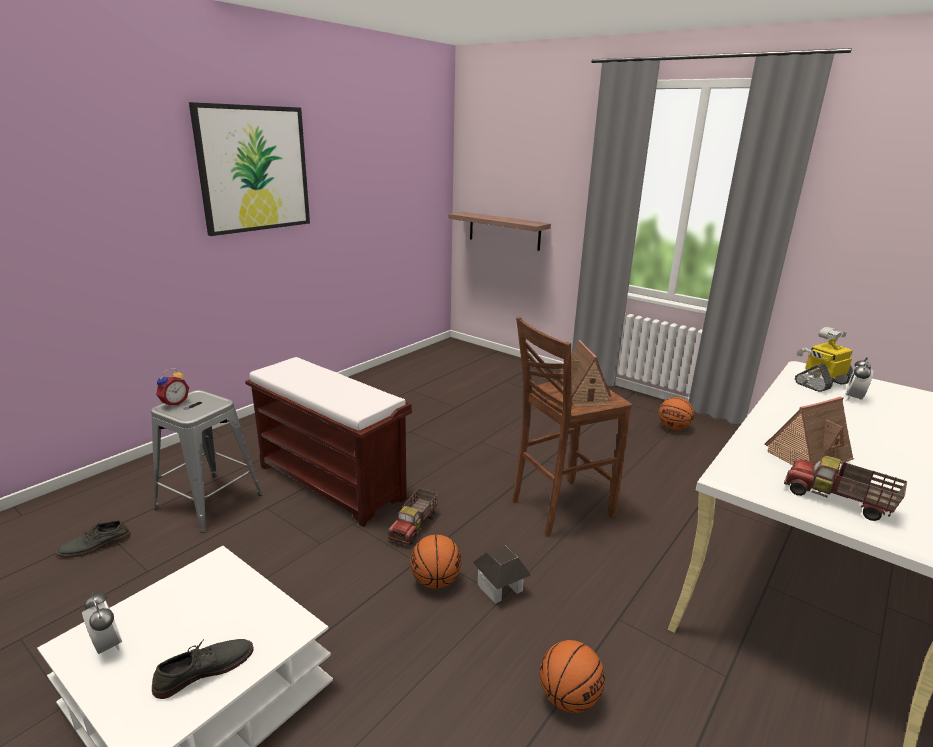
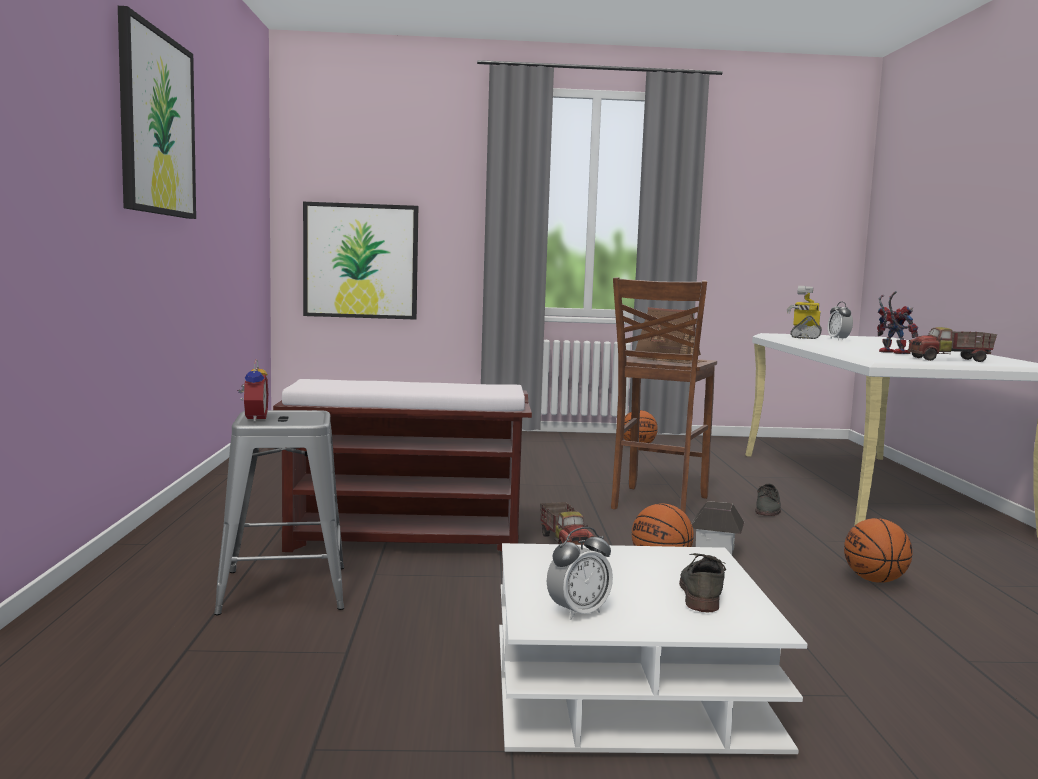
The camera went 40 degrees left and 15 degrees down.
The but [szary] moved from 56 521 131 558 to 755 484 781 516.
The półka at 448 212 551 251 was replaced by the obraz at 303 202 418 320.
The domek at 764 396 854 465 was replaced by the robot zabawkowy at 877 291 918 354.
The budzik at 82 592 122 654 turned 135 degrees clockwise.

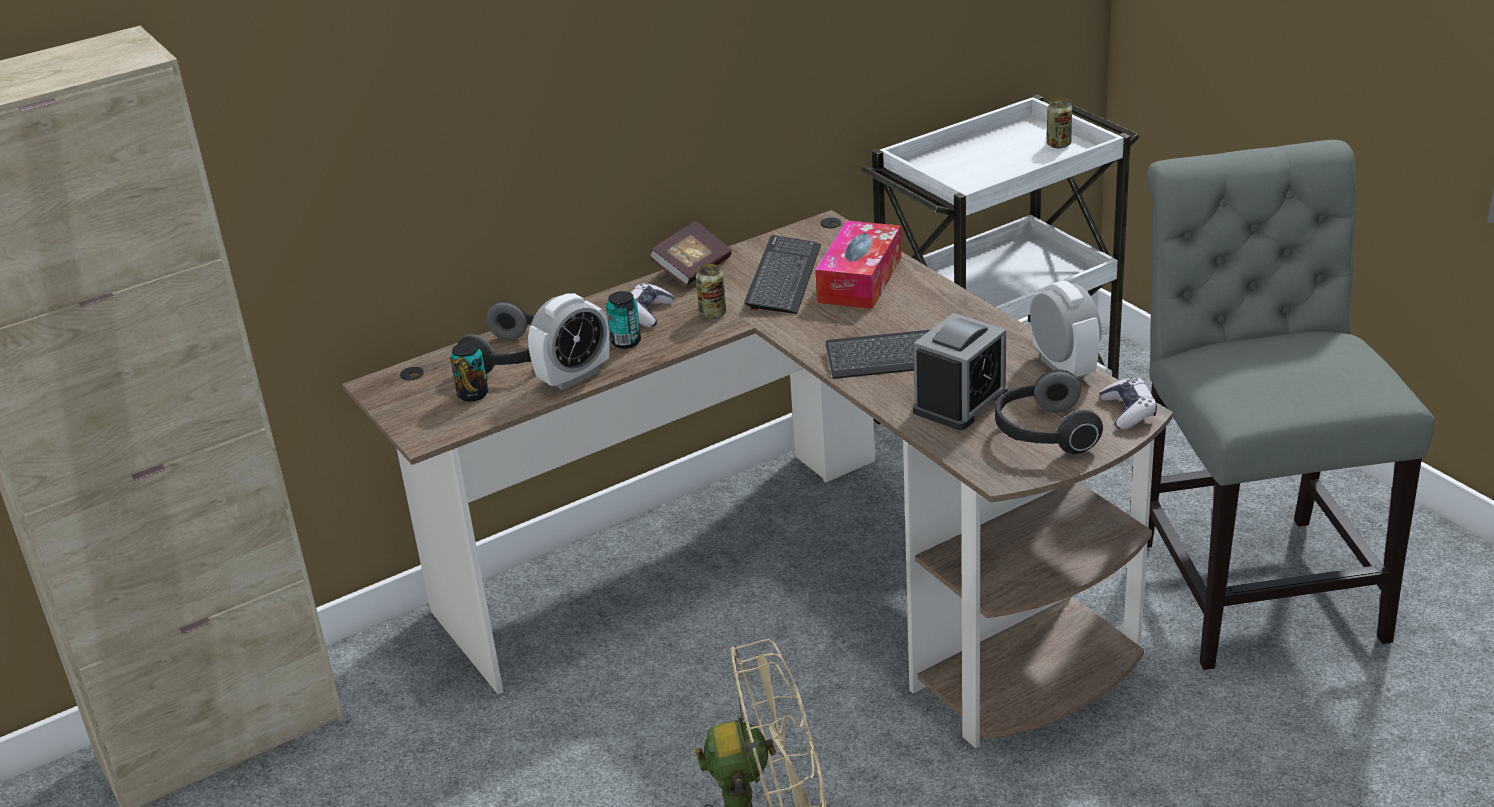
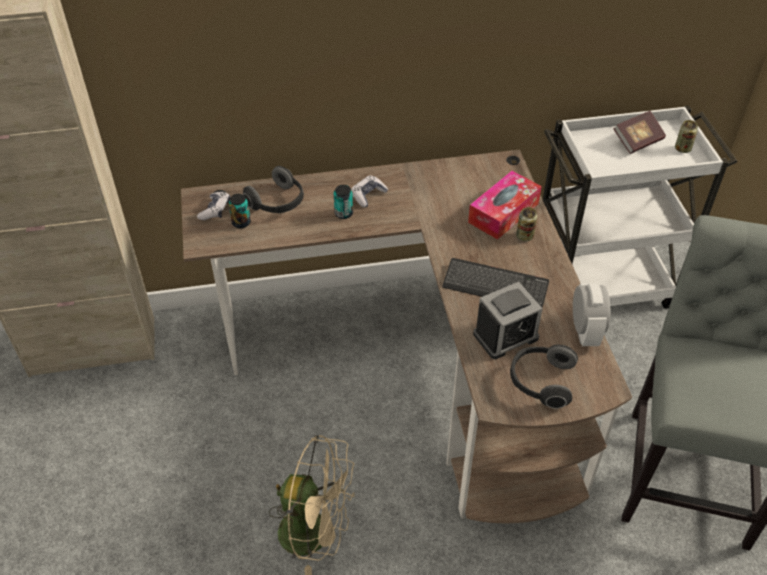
The camera went 20 degrees right and 15 degrees up.
The budzik at 528 293 610 390 disappeared.
The klawiatura at 744 235 821 314 disappeared.
The książka moved from 649 221 732 286 to 614 111 666 154.
The puszka moved from 696 264 726 319 to 516 207 537 241.
The pad do gier moved from 1099 377 1157 430 to 197 192 230 220.

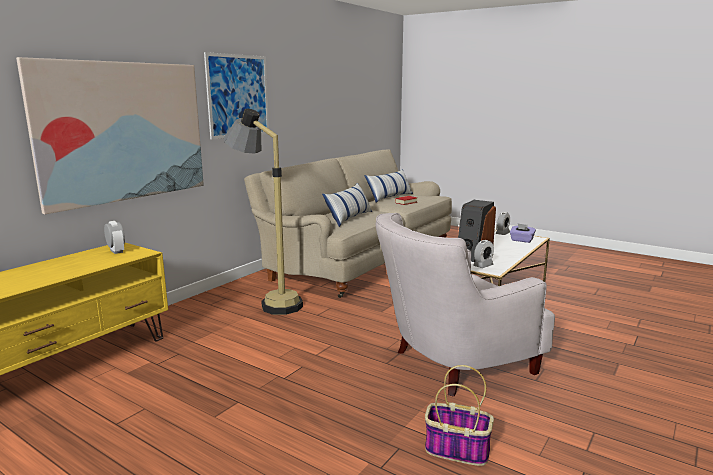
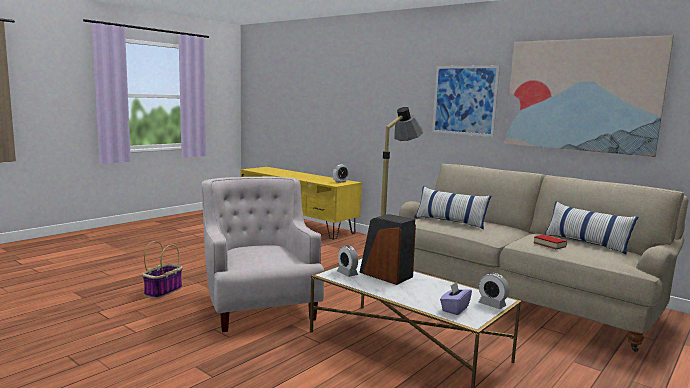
The camera went 95 degrees right and 5 degrees down.
The obraz moved from 16 57 204 214 to 505 35 674 157.

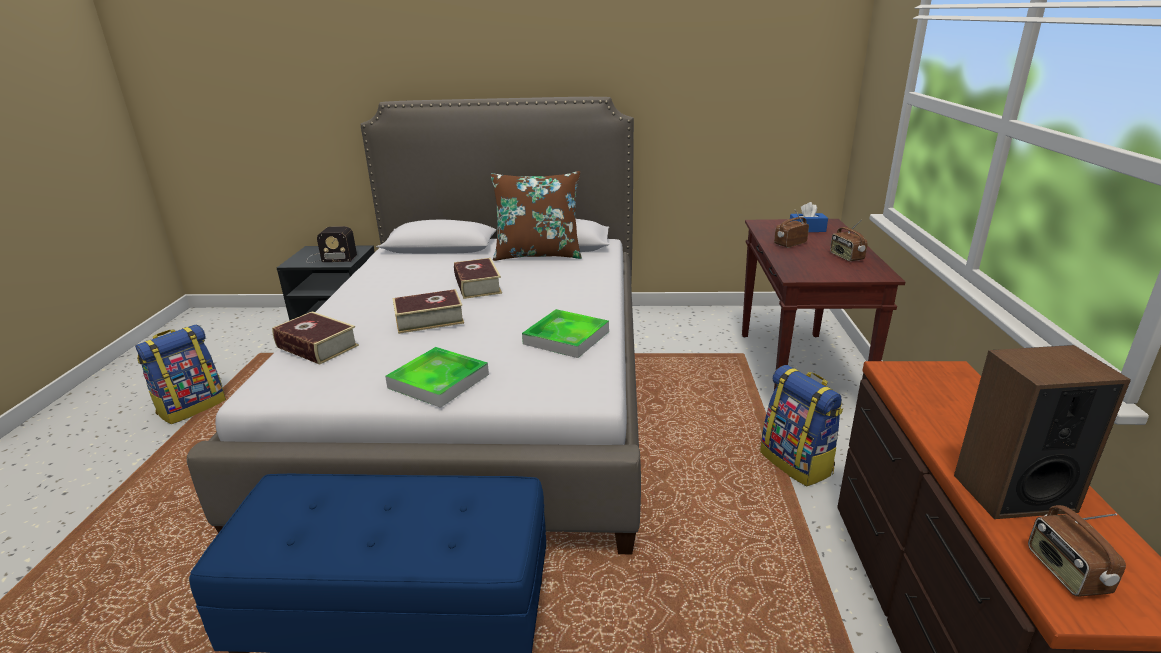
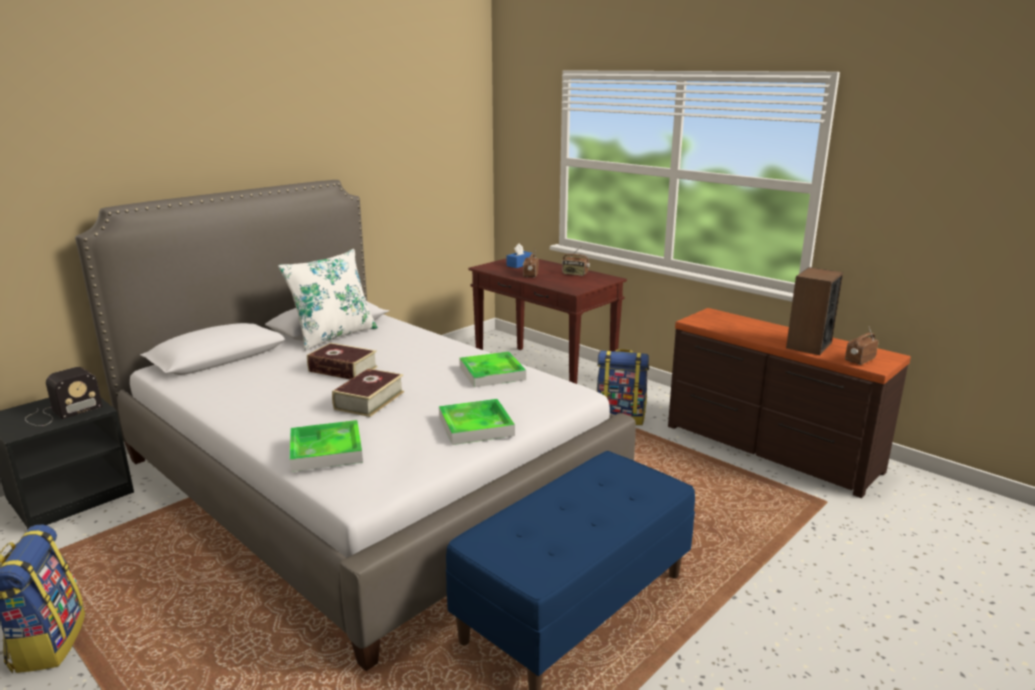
The camera went 50 degrees left and 5 degrees down.
The książka at 272 311 359 365 was replaced by the taca at 289 420 363 472.
The poduszka [brązowy] at 491 171 582 261 became the poduszka [biały] at 278 249 378 351.
The radio at 1028 505 1126 597 turned 105 degrees clockwise.

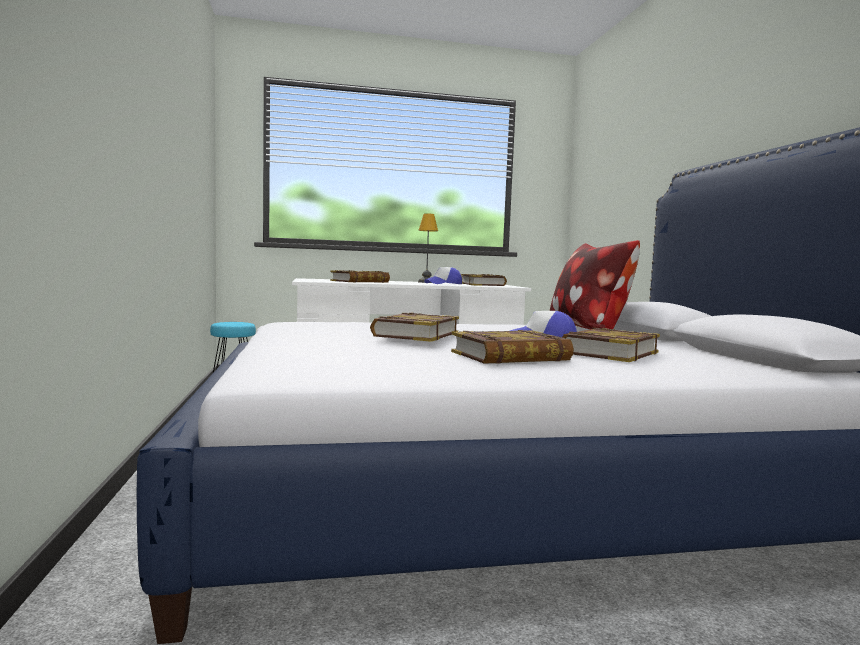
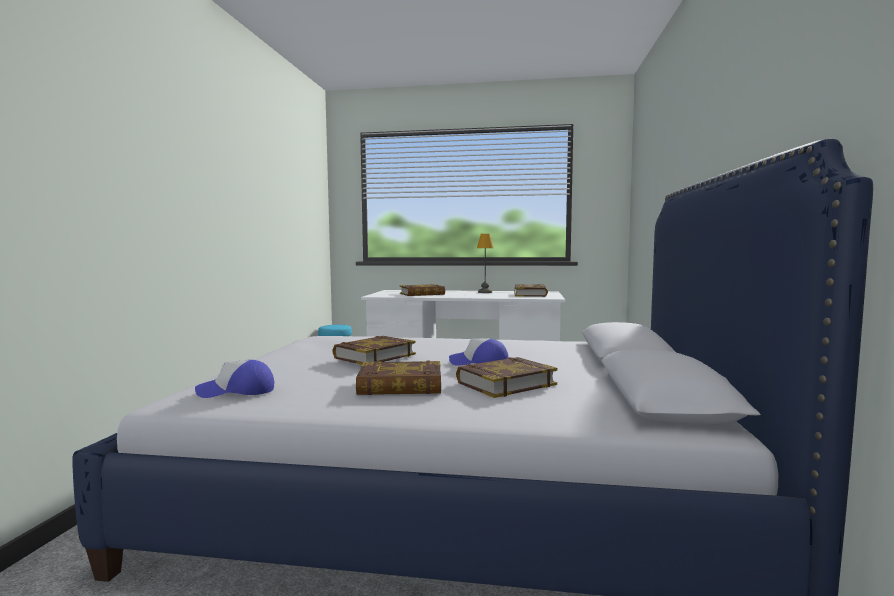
The camera went 20 degrees right and 0 degrees up.
The poduszka at 550 240 640 329 disappeared.
The czapka z daszkiem moved from 424 267 462 284 to 195 360 274 398.

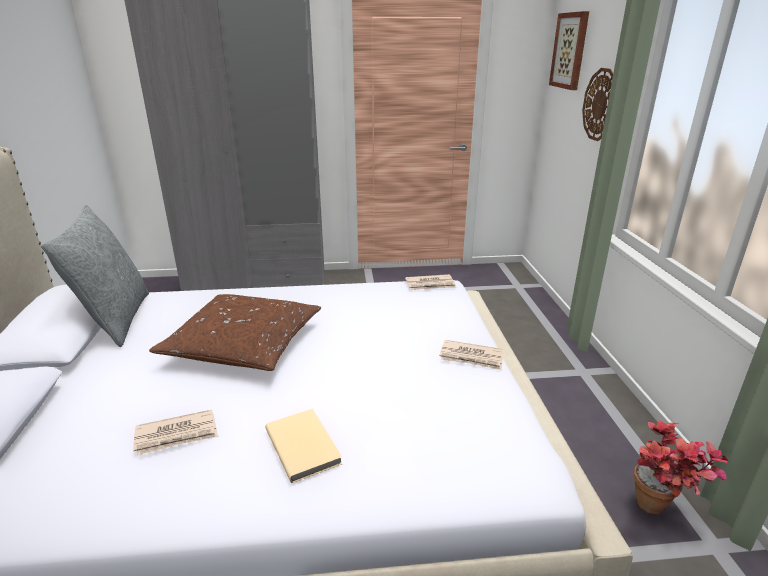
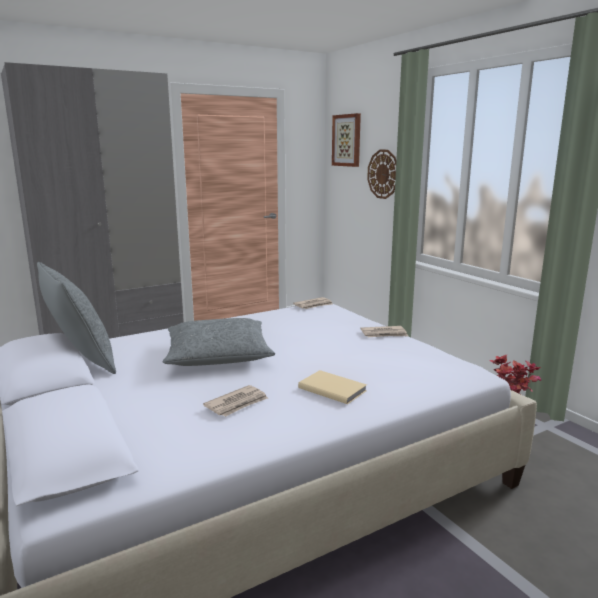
The camera went 25 degrees left and 10 degrees down.
The poduszka [brązowy] at 149 294 321 371 became the poduszka [szary] at 163 318 275 366.

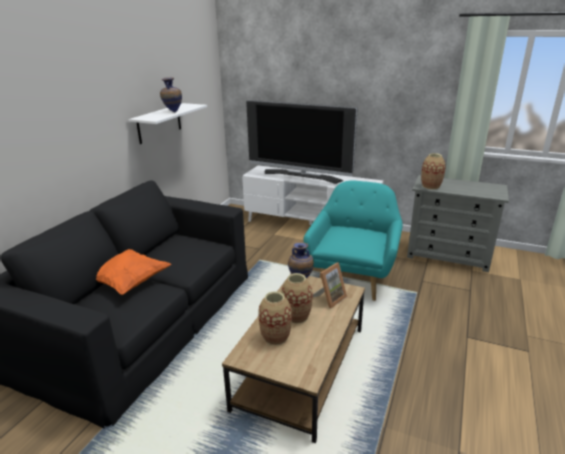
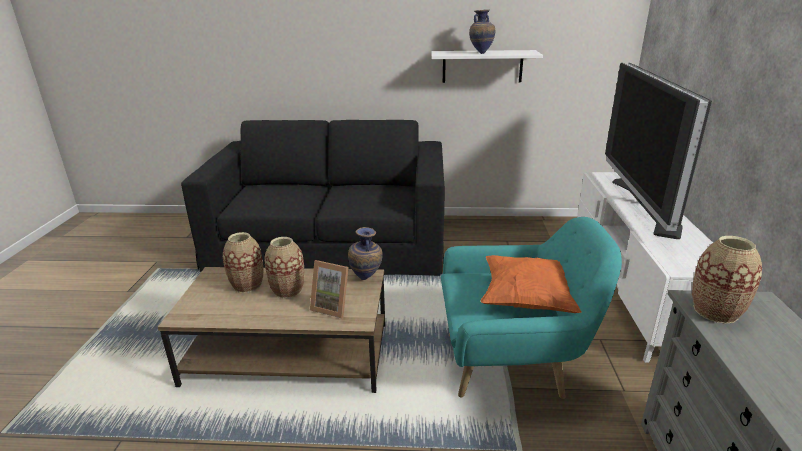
The camera went 70 degrees right and 0 degrees up.
The poduszka [pomarańczowy] moved from 96 249 171 295 to 480 255 582 313.

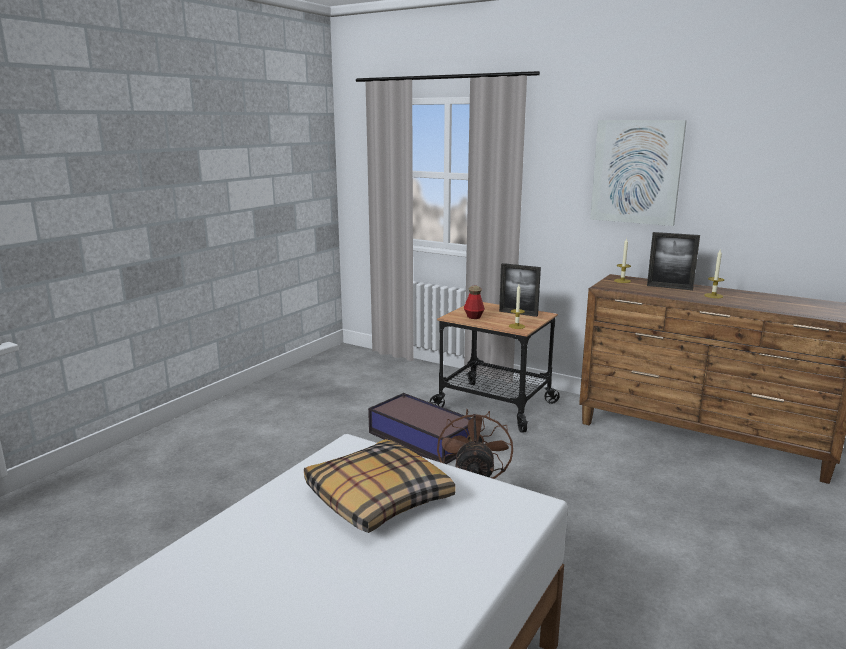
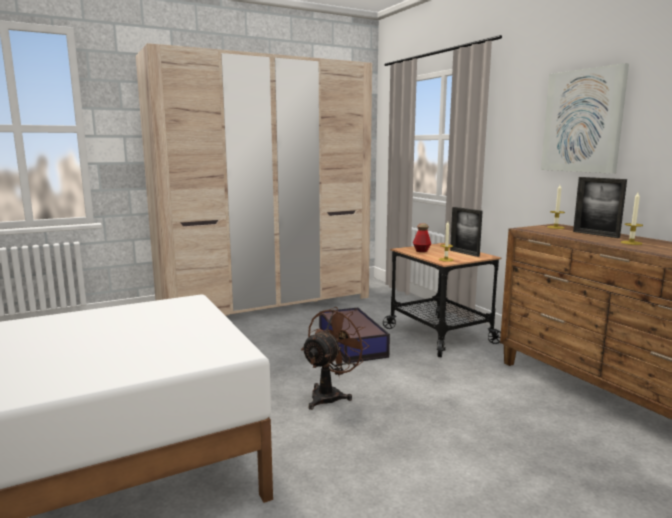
The camera went 30 degrees right and 5 degrees down.
The poduszka at 304 439 456 533 disappeared.
The szafa [beżowy] at 136 43 372 316 appeared.

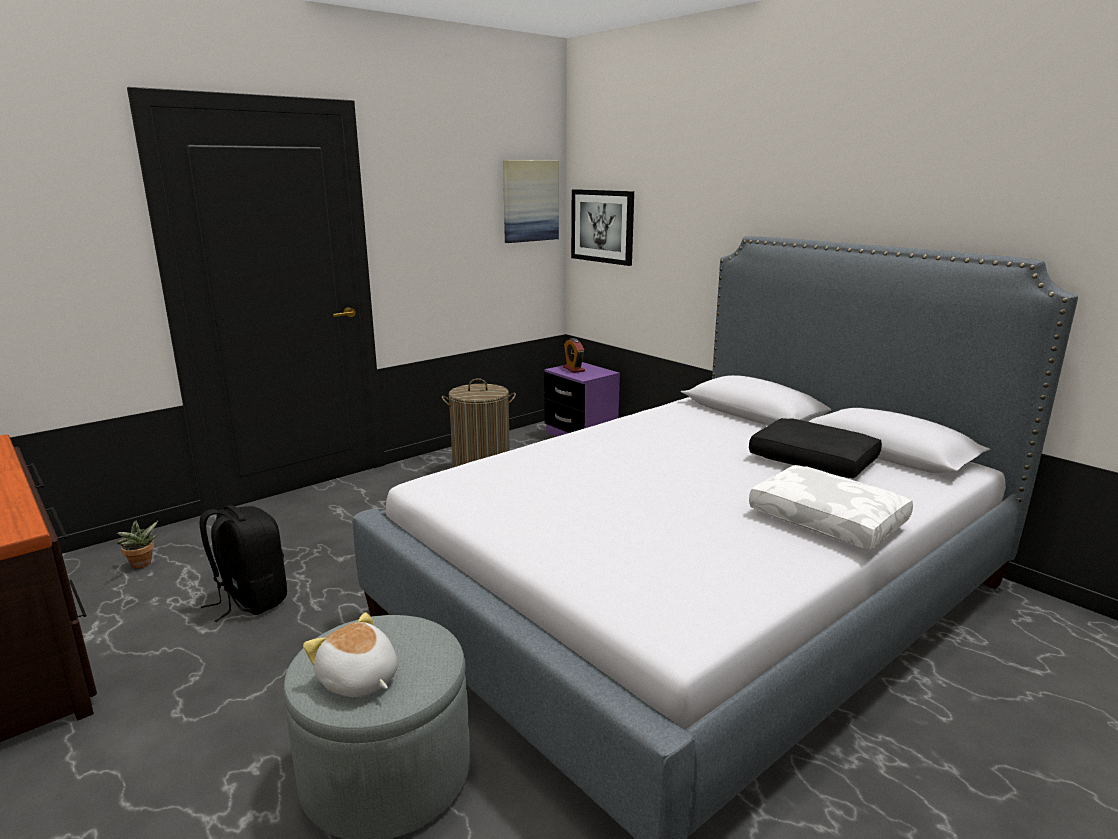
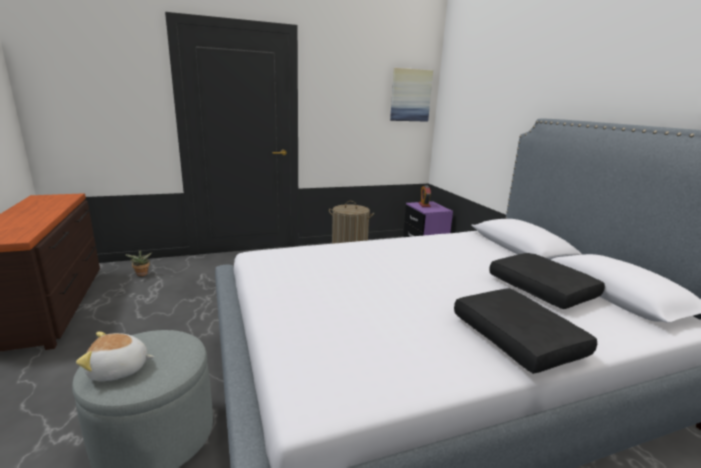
The camera went 20 degrees right and 0 degrees up.
The plecak [czarny] at 199 505 287 622 disappeared.
The obraz at 571 189 634 266 disappeared.
The poduszka [biały] at 749 465 913 550 became the poduszka [czarny] at 454 288 597 374.
The pluszak at 303 612 398 697 turned 75 degrees counterclockwise.

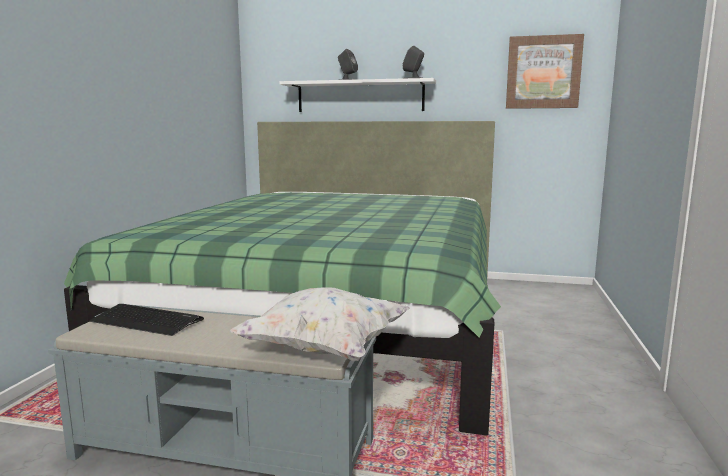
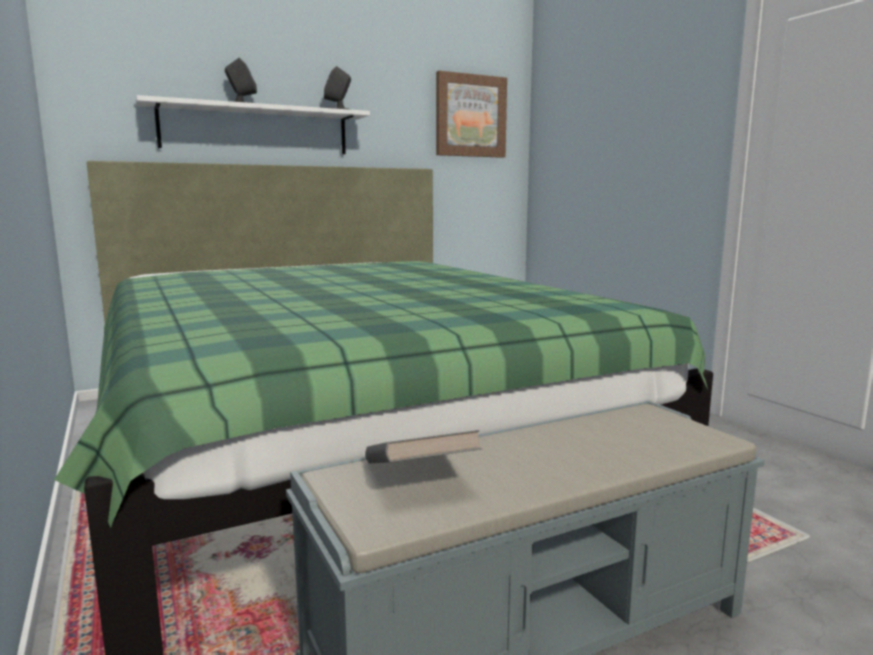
The camera went 40 degrees left and 0 degrees up.
The poduszka [biały] at 230 287 410 361 disappeared.
The klawiatura at 89 304 204 336 was replaced by the książka [szary] at 365 430 482 463.

